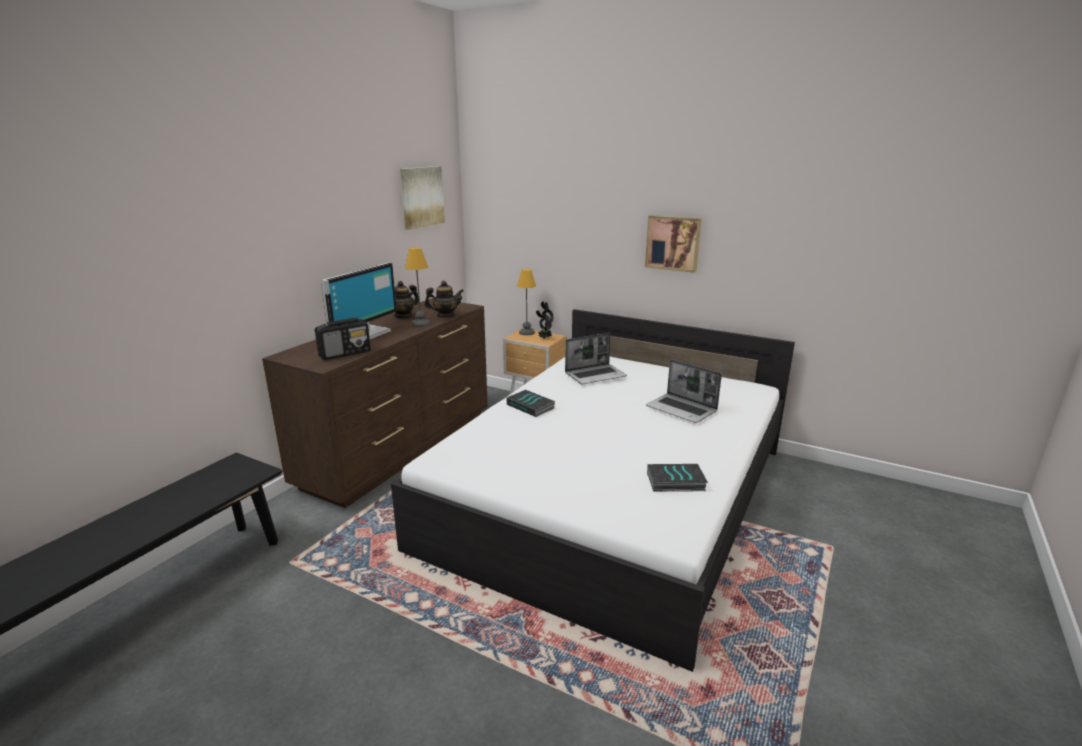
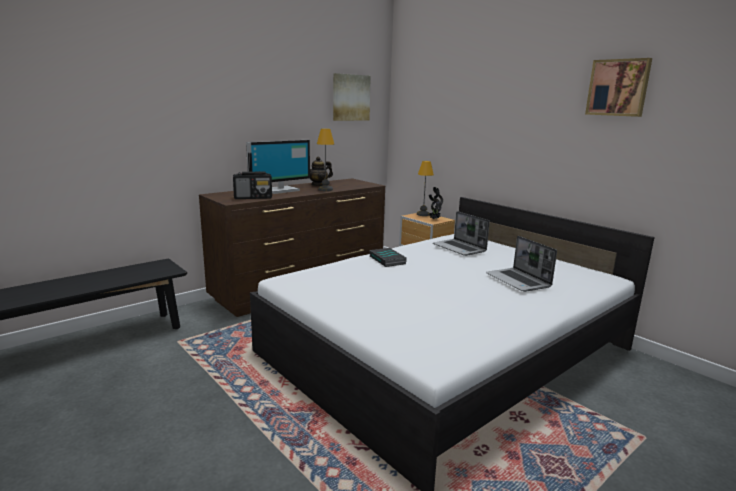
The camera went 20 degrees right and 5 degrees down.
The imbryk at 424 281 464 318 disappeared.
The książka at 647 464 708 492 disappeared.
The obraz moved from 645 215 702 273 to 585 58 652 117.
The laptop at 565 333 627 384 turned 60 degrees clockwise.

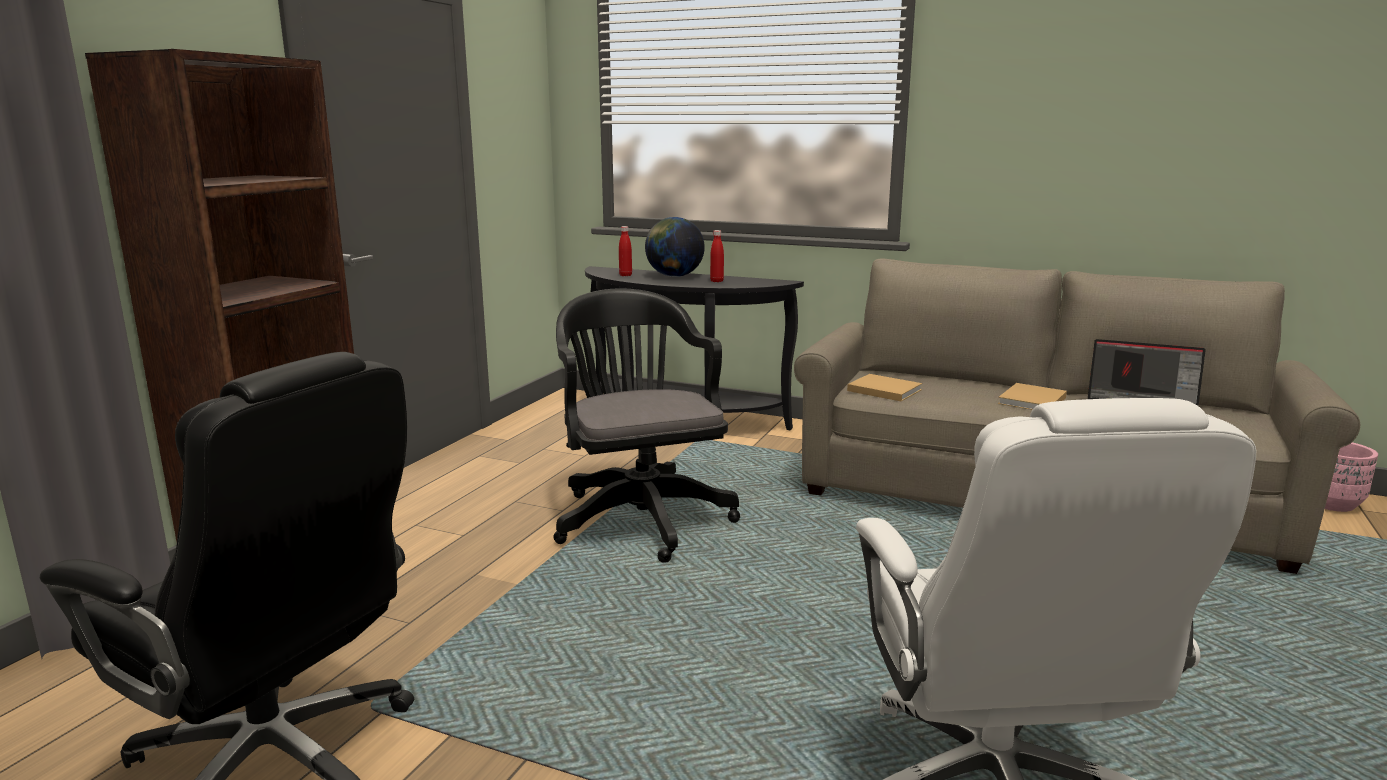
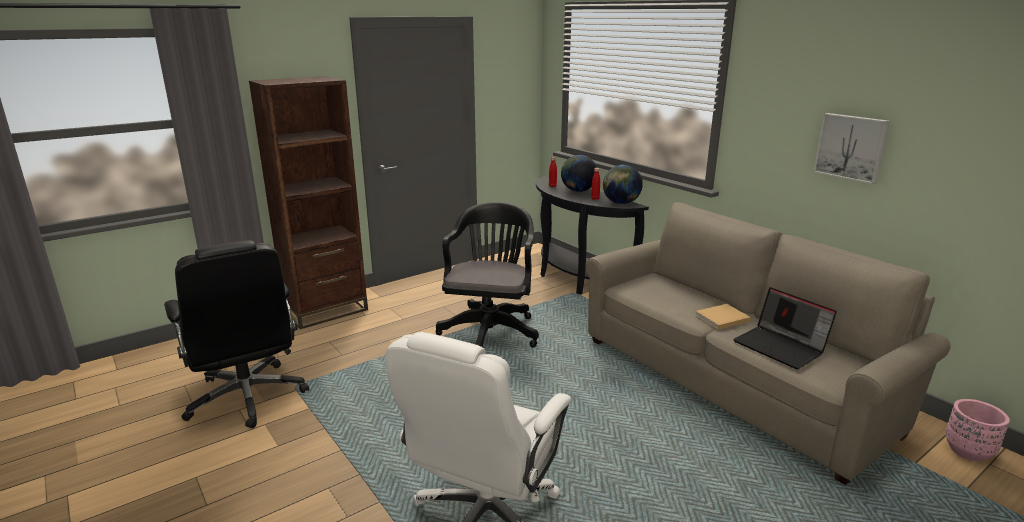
The camera went 30 degrees right and 5 degrees up.
The książka [beżowy] at 847 374 922 401 disappeared.
The globus at 603 165 643 204 appeared.
The obraz at 814 113 890 184 appeared.

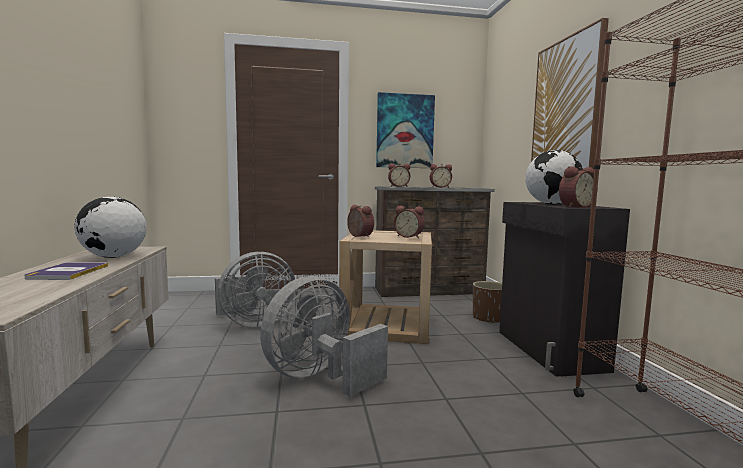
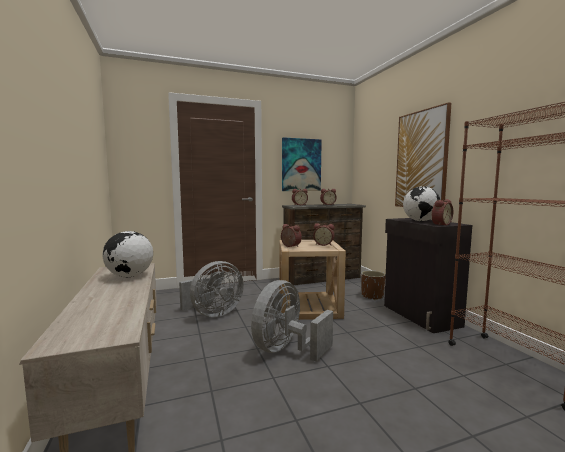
The camera went 10 degrees left and 0 degrees up.
The książka at 25 262 108 280 disappeared.

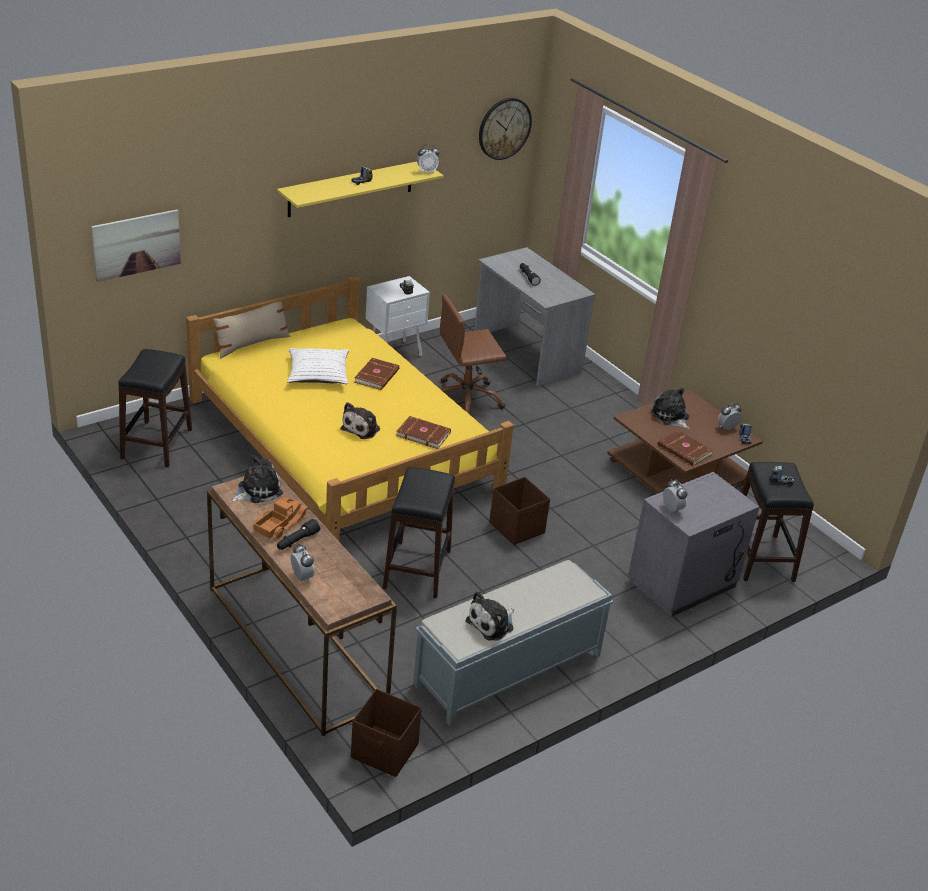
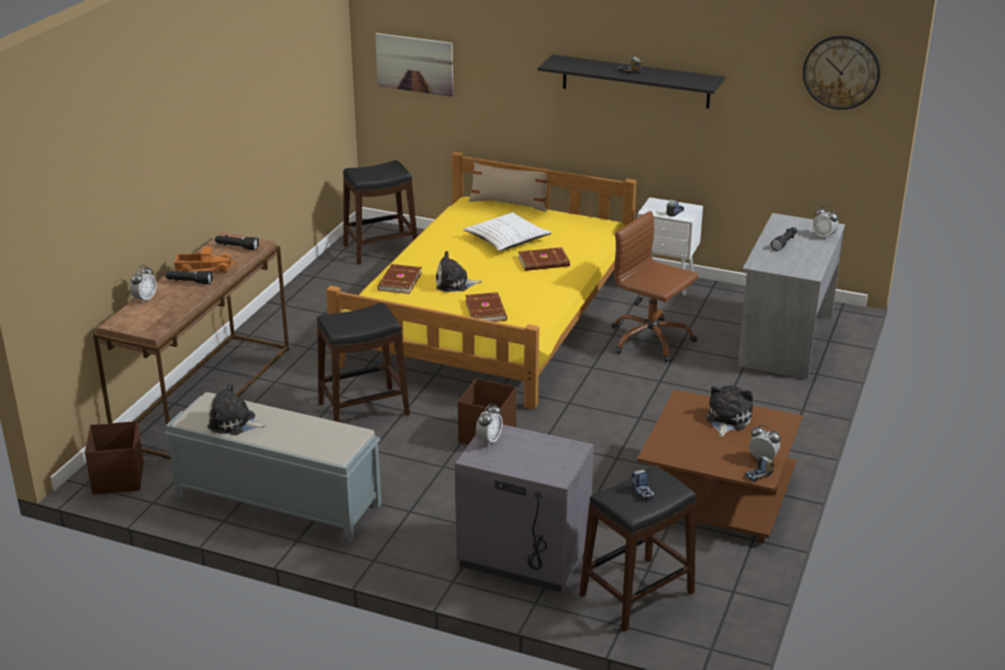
The camera went 60 degrees right and 5 degrees down.
The budzik moved from 417 144 439 173 to 813 206 839 239.
The książka [brązowy] moved from 658 430 713 466 to 377 264 422 294.
The pluszak at 231 455 283 503 was replaced by the latarka [czarny] at 215 235 259 250.
The półka [żółty] at 277 162 443 217 became the półka [czarny] at 538 55 725 108.

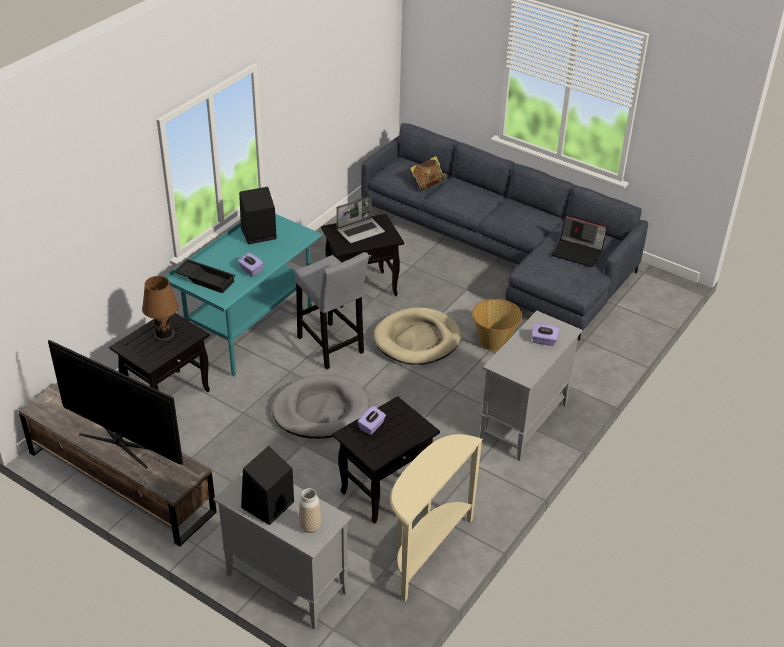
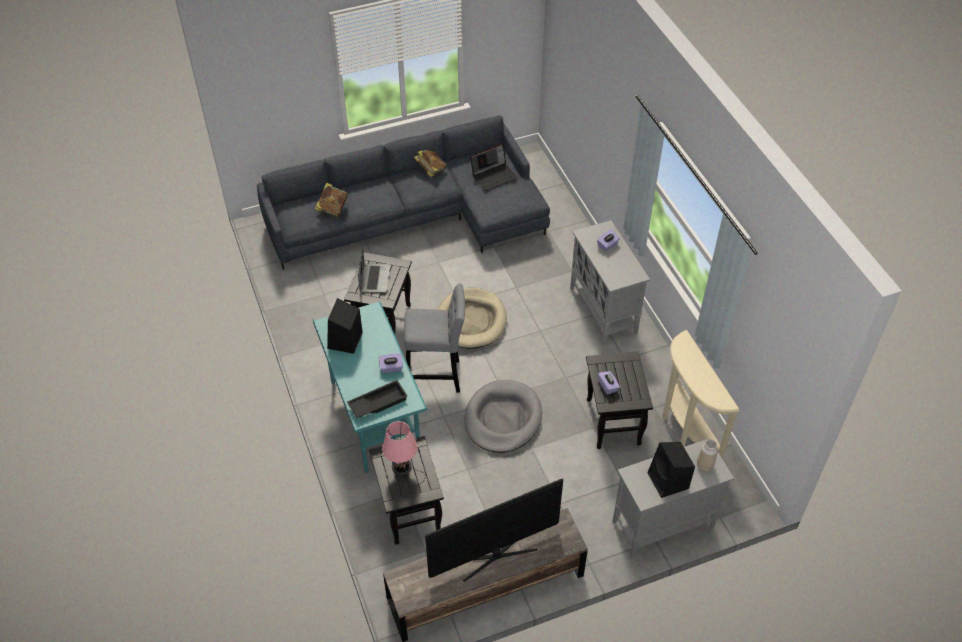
The camera went 55 degrees left and 10 degrees up.
The koszyk at 472 299 523 351 disappeared.
The książka at 414 150 447 177 appeared.
The lampa stołowa [brązowy] at 138 276 179 354 became the lampa stołowa [różowy] at 382 421 426 494.

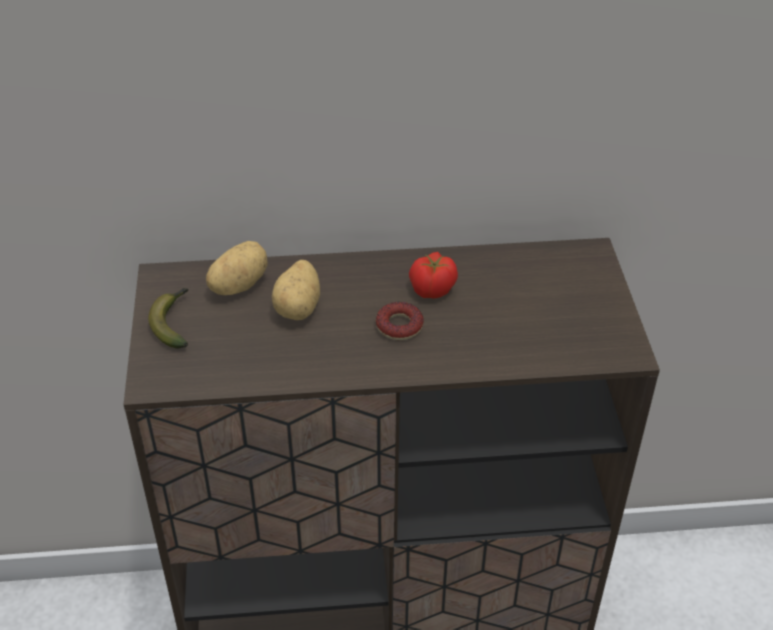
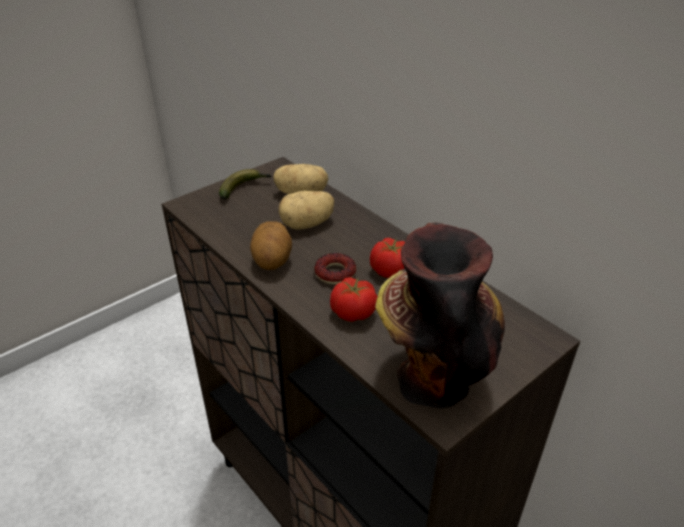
The camera went 55 degrees right and 5 degrees down.
The ziemniak at 250 221 292 270 appeared.
The pomidor at 330 277 378 322 appeared.
The wazon at 375 222 505 409 appeared.

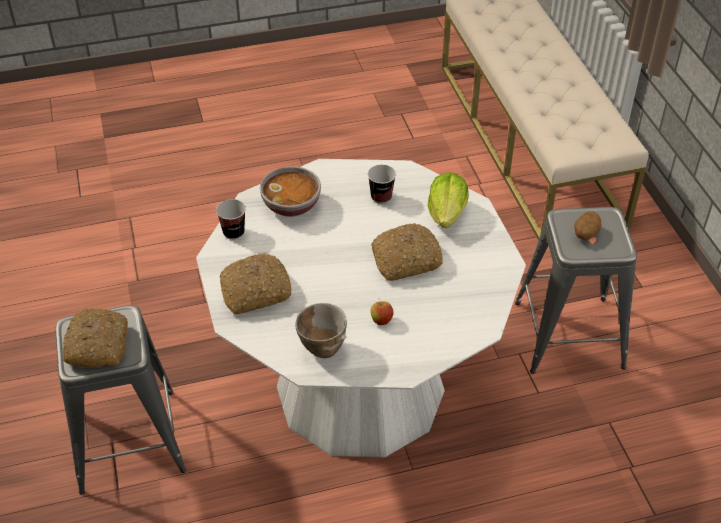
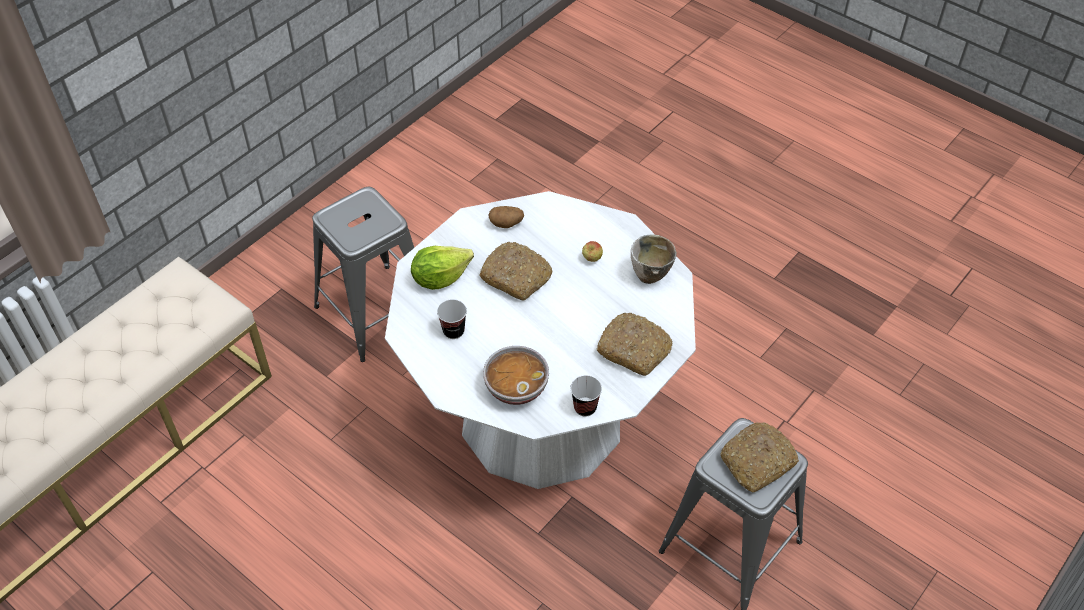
The camera went 125 degrees left and 5 degrees up.
The ziemniak moved from 574 211 602 240 to 489 206 524 228.

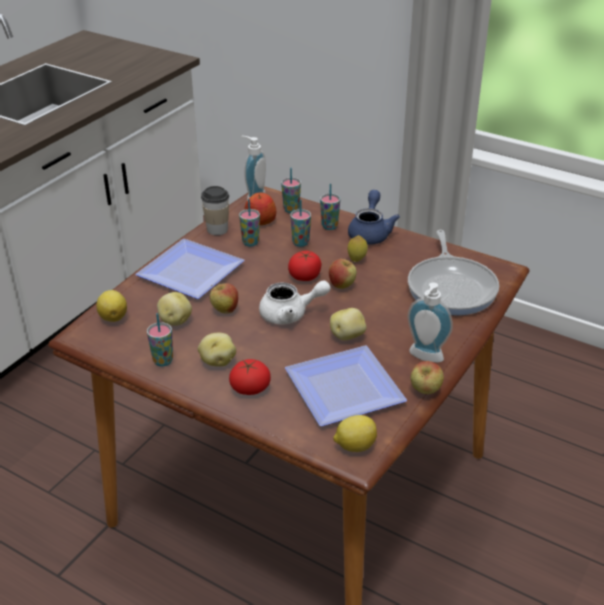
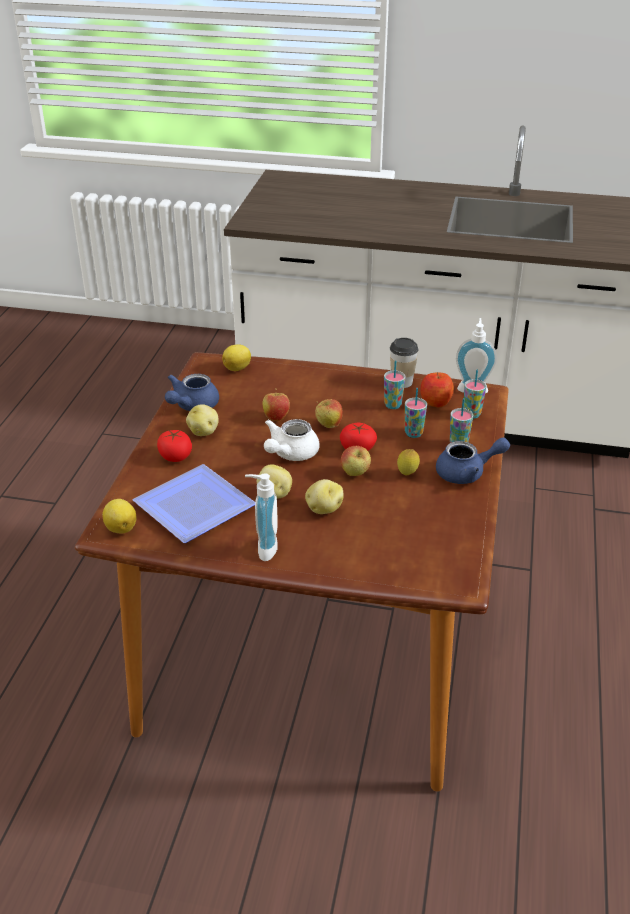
The camera went 70 degrees right and 0 degrees up.
The talerz at 136 239 245 299 disappeared.
The patelnia at 408 230 499 315 disappeared.
The ziemniak moved from 157 292 192 326 to 305 479 344 514.
The jabłko moved from 411 361 444 394 to 315 399 343 428.
The filiżanka at 147 313 173 367 was replaced by the imbryk [niebieski] at 165 374 219 411.
The imbryk [biały] at 259 280 331 324 turned 60 degrees clockwise.

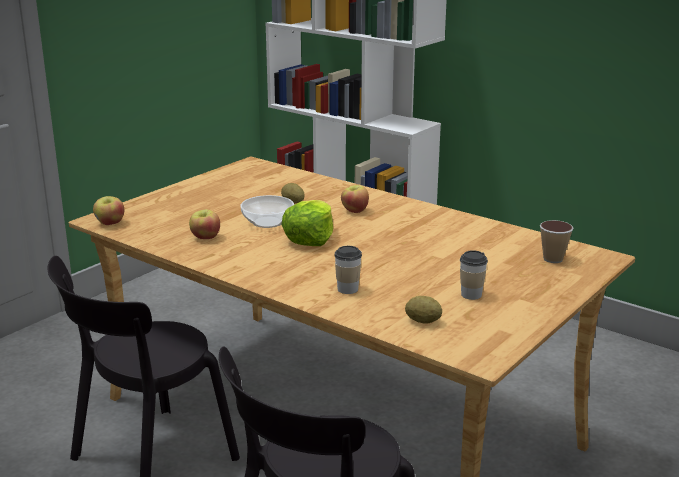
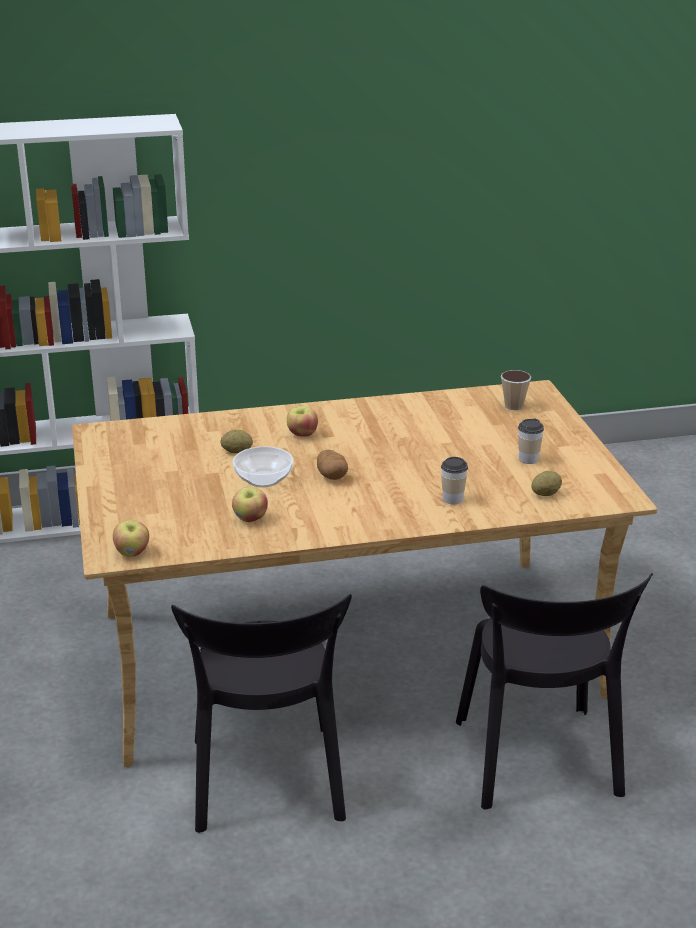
The camera went 50 degrees left and 5 degrees up.
The sałata at 281 200 333 246 was replaced by the ziemniak at 317 450 348 480.

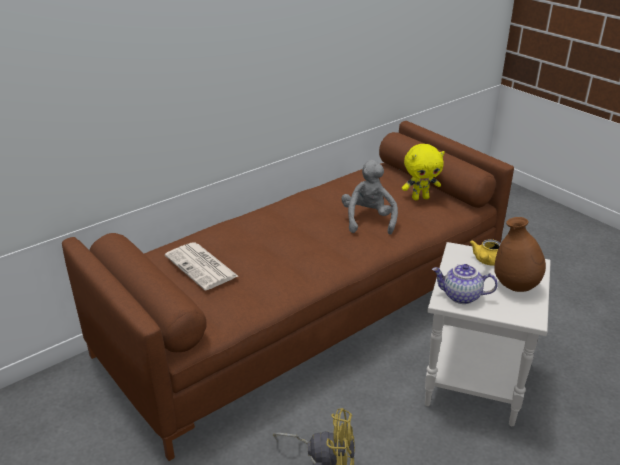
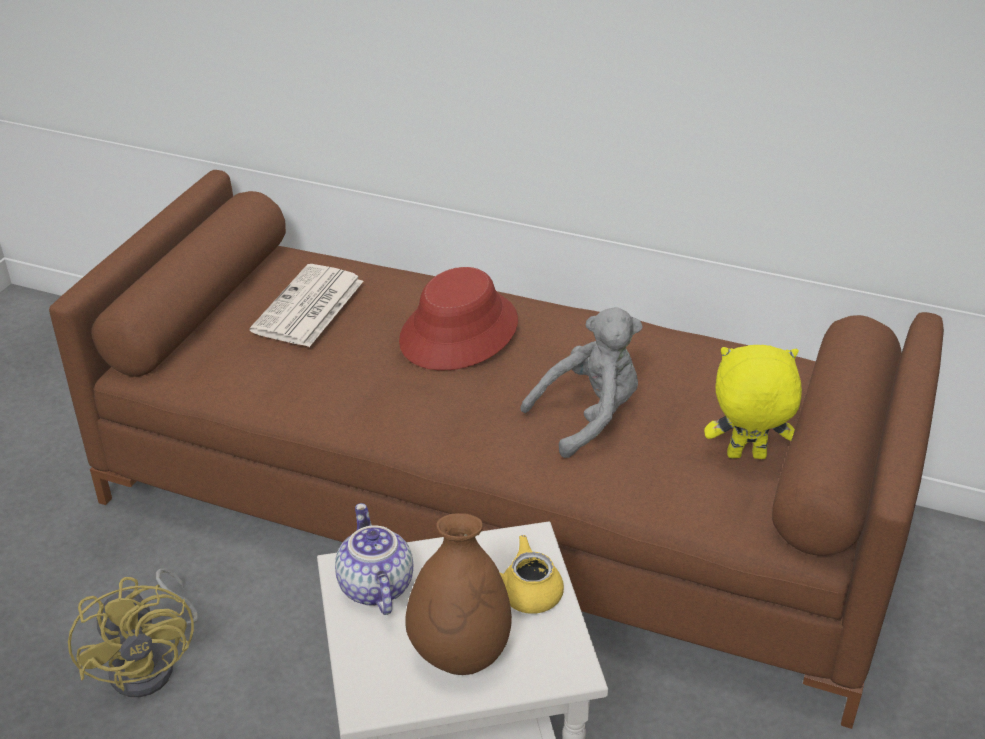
The camera went 60 degrees right and 5 degrees up.
The kapelusz [czerwony] at 399 267 518 370 appeared.
The pluszak [żółty] at 402 144 445 200 turned 135 degrees clockwise.

